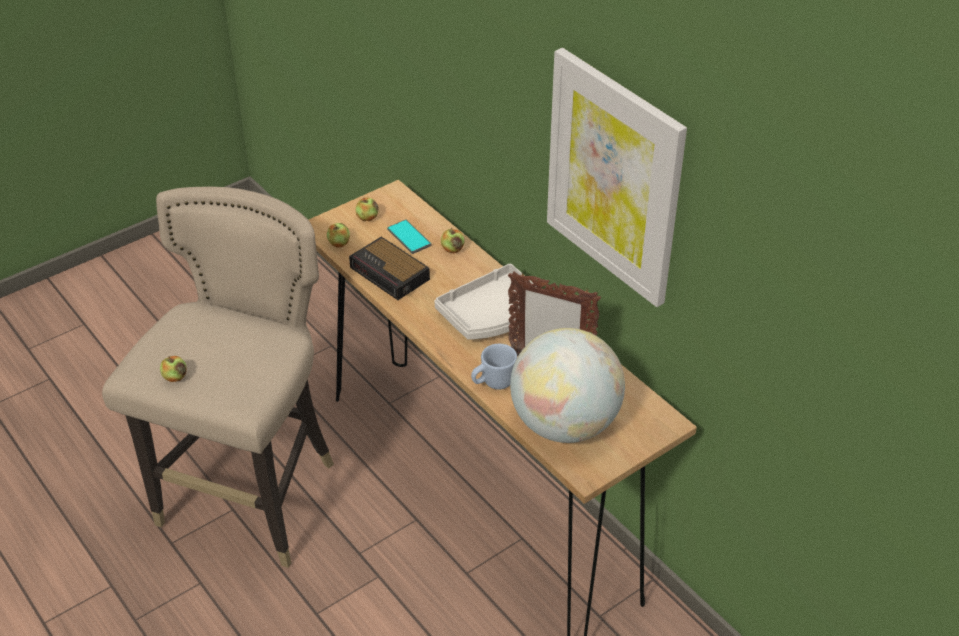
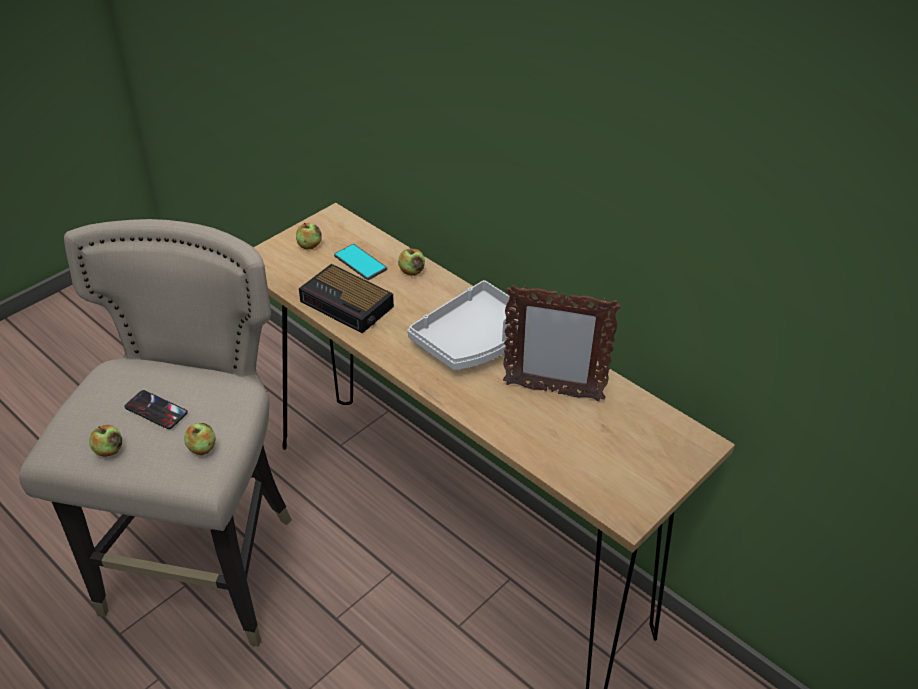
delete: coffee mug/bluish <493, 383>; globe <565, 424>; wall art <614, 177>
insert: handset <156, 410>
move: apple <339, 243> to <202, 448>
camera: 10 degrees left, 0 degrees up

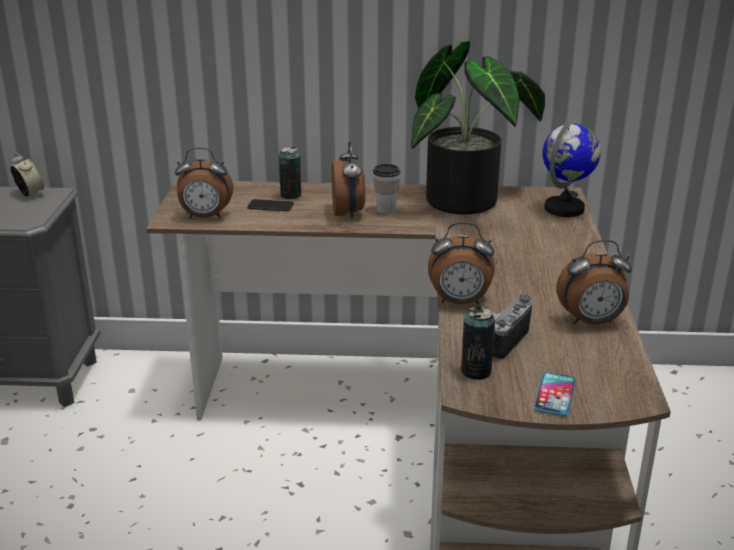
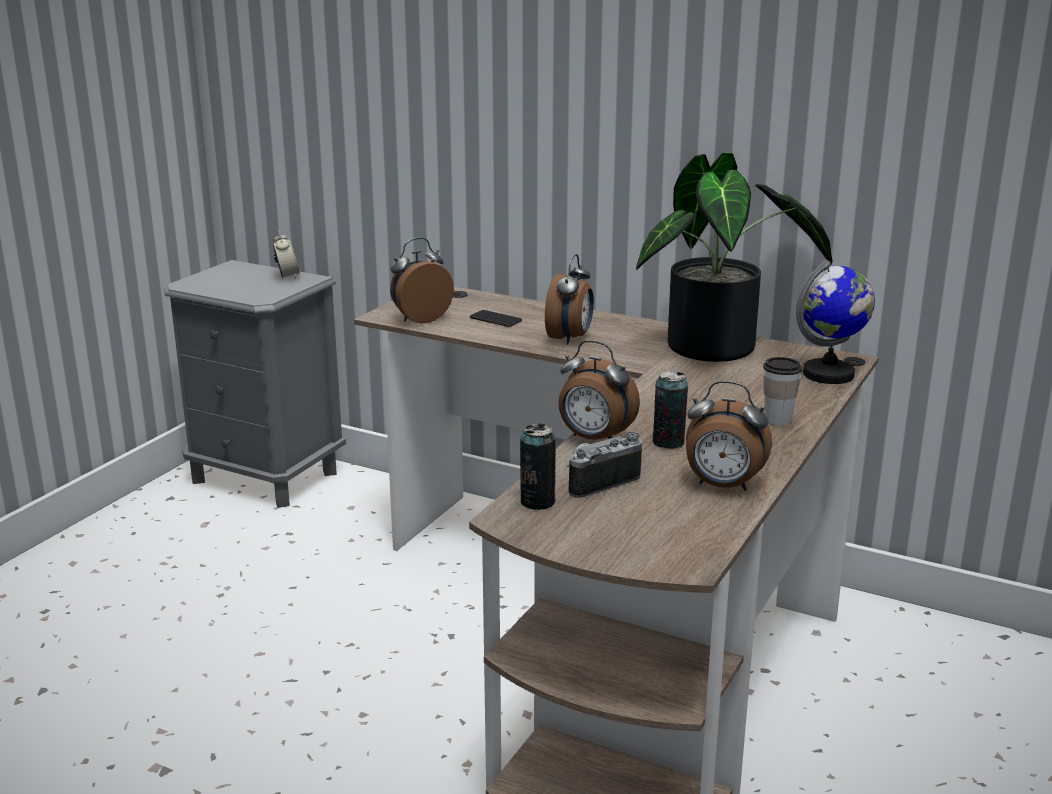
delete: handset <555, 395>
move: sealed can <290, 195> to <668, 442>; drinking cup <386, 209> to <777, 420>
rotate: bedside clock <205, 217> = <420, 319> 120 degrees clockwise
camera: 25 degrees right, 5 degrees down

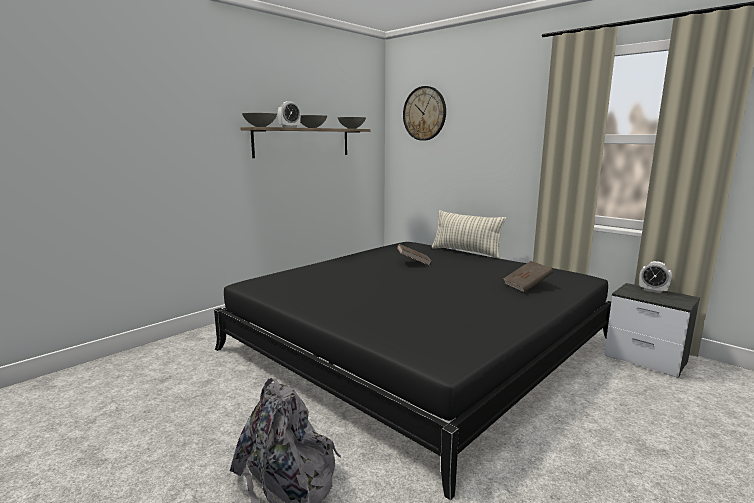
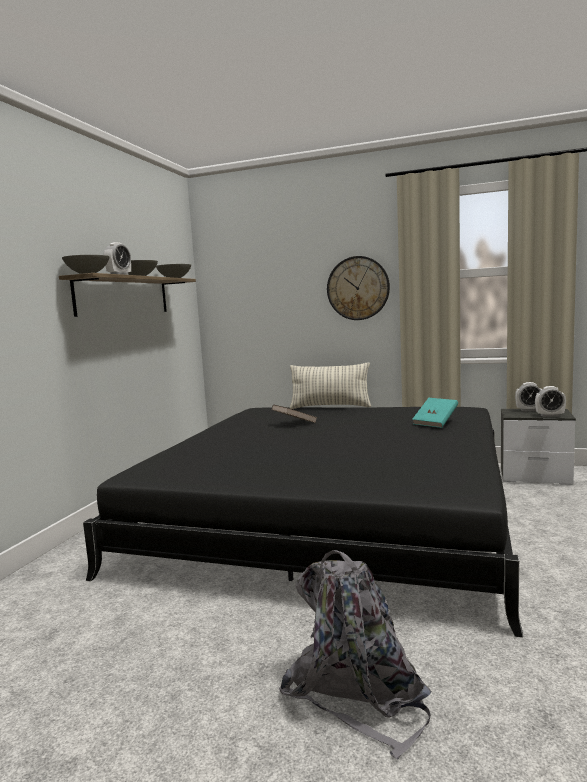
insert: bedside clock <550, 415>
move: wall clock <424, 113> to <358, 288>
recolor: book/brown <527, 286> to book/turquoise-coloured <435, 422>
camera: 25 degrees left, 5 degrees down

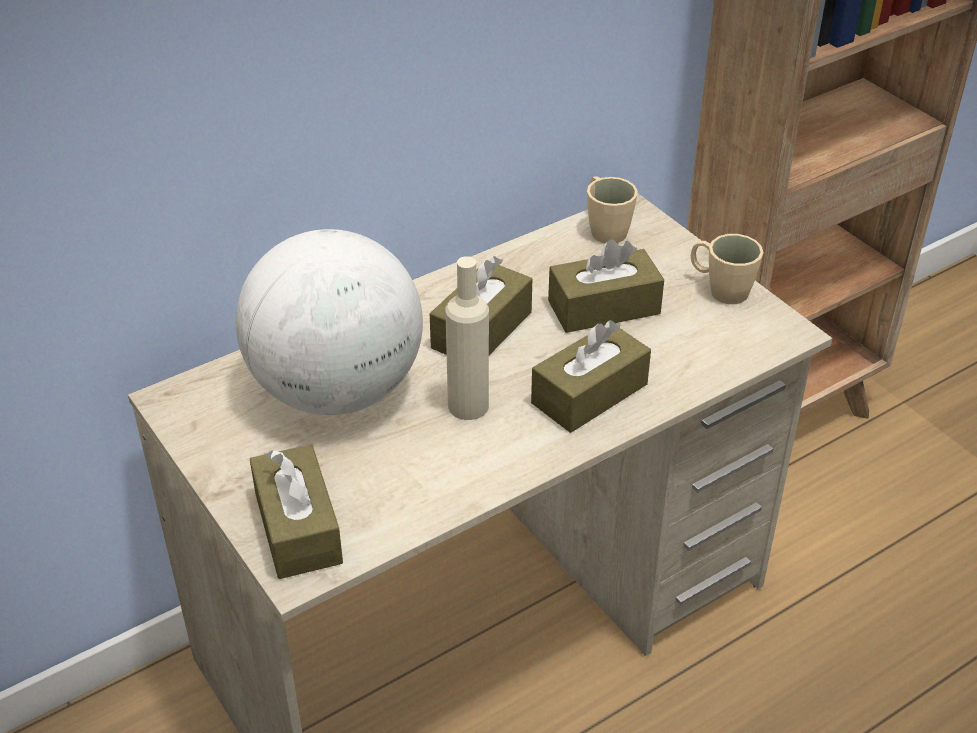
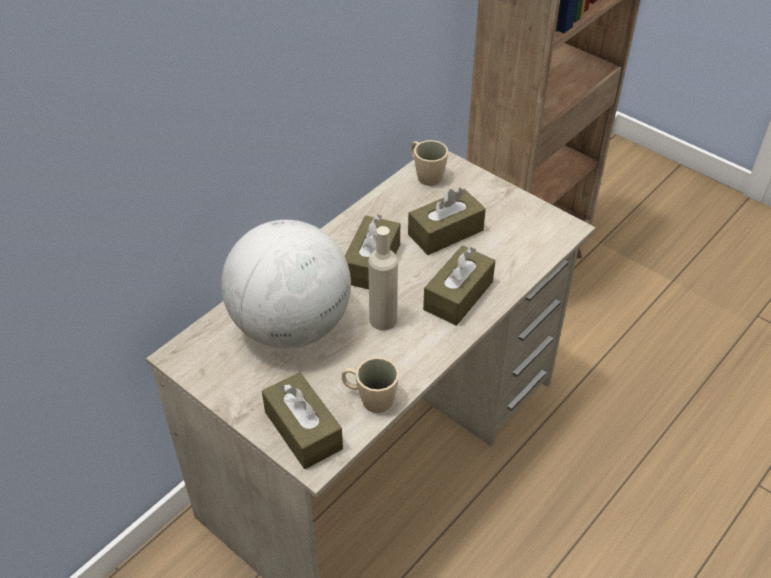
move: coffee mug/beige-coloured <720, 289> to <370, 398>
camera: 15 degrees left, 5 degrees up

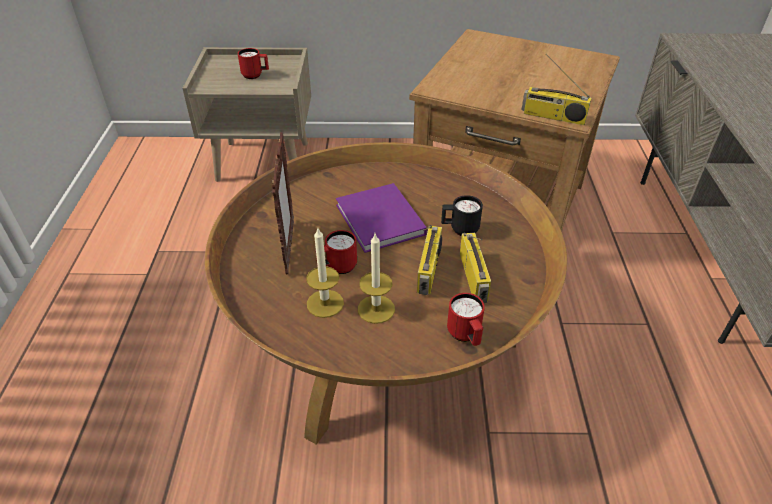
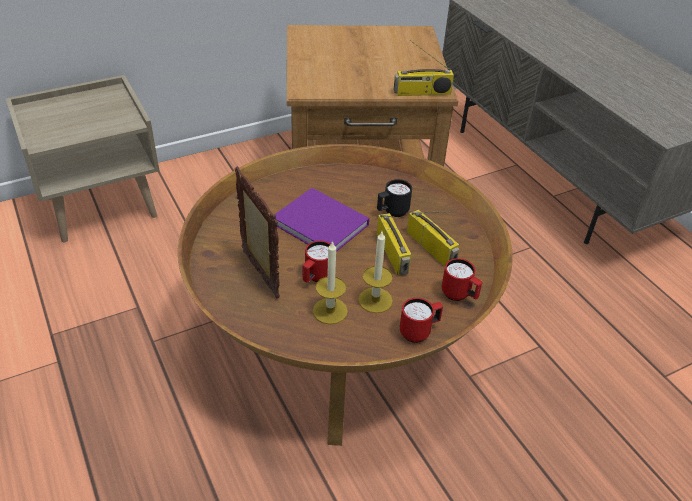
move: coffee mug/reddish <255, 75> to <419, 332>
camera: 30 degrees left, 0 degrees up

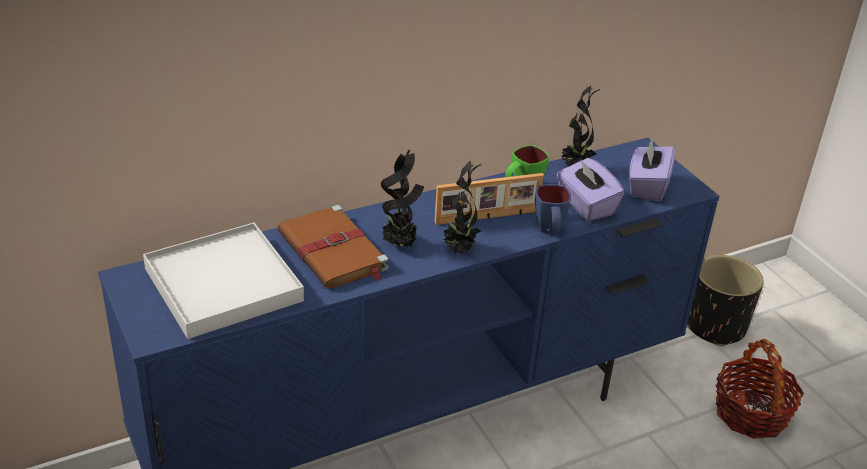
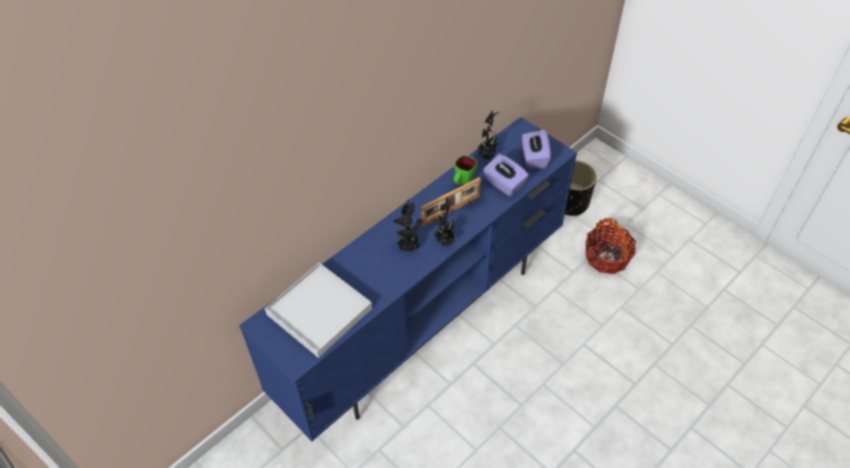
delete: book/brown <333, 252>; coffee mug/bluish <549, 232>
camera: 15 degrees left, 15 degrees up

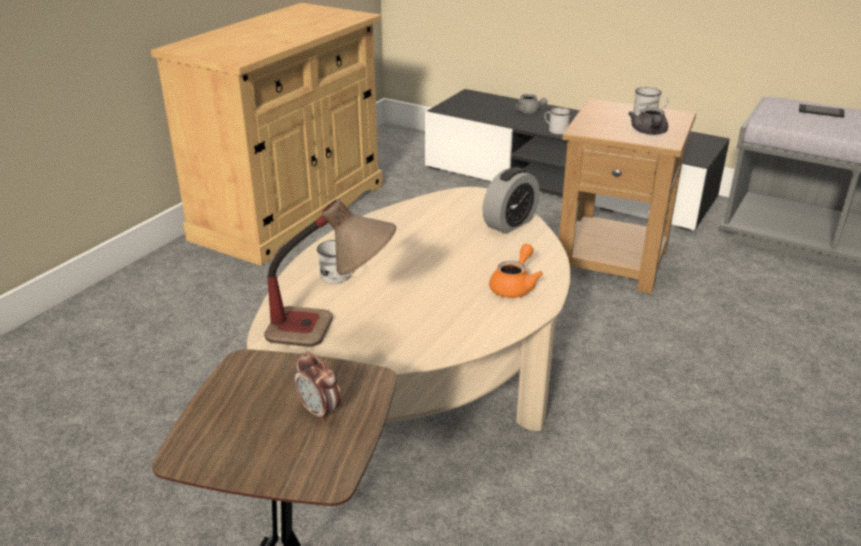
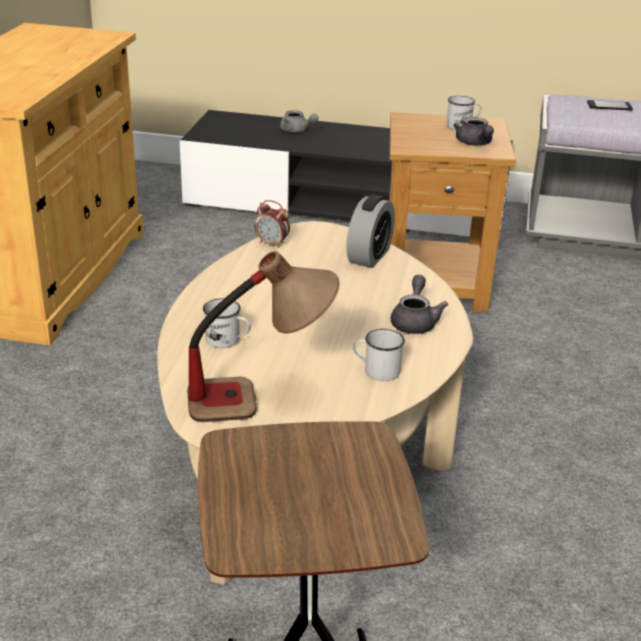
move: bedside clock <320, 412> to <272, 244>; coffee mug/white-coloured <555, 130> to <376, 370>
recolor: pot for tea/orange-coloured <514, 286> to pot for tea/gray <415, 321>
camera: 20 degrees left, 0 degrees up

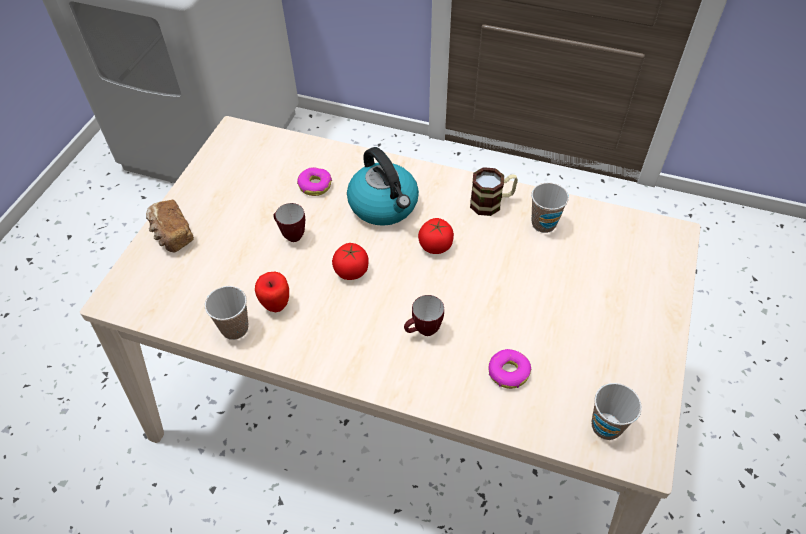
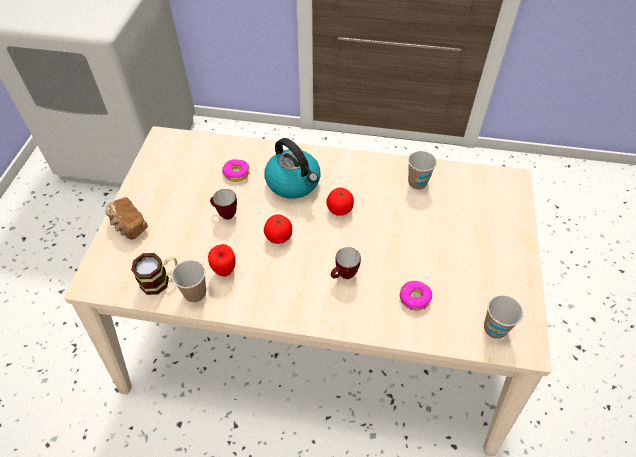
move: coffee mug <492, 202> to <161, 280>
camera: 10 degrees left, 0 degrees up

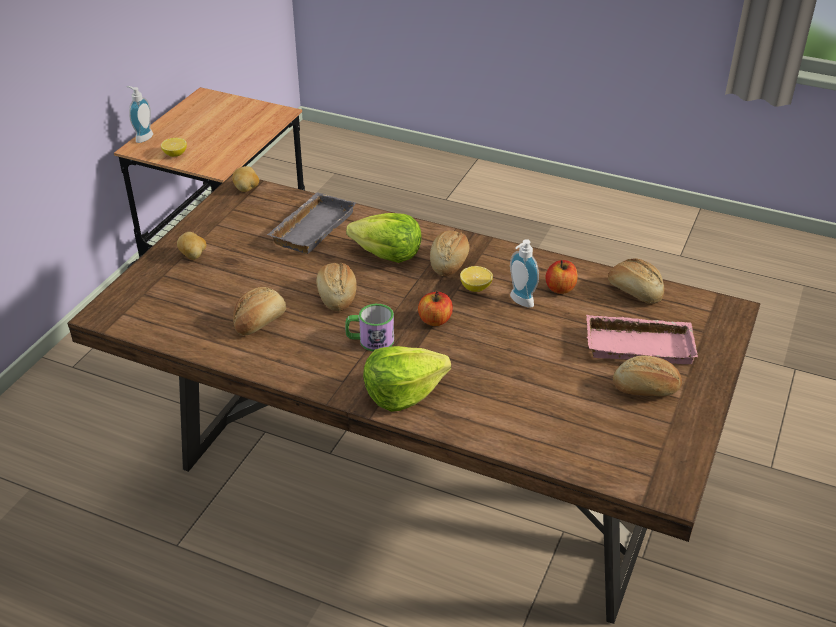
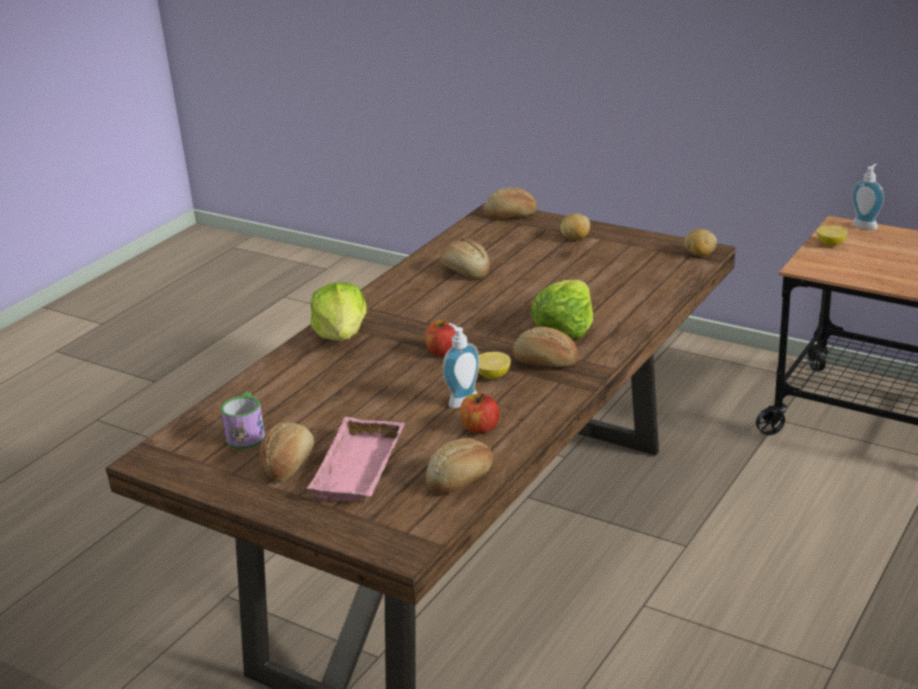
delete: tray/gray <311, 227>
move: coffee mug <370, 340> to <247, 434>; bread <337, 295> to <510, 216>
camera: 100 degrees right, 10 degrees down

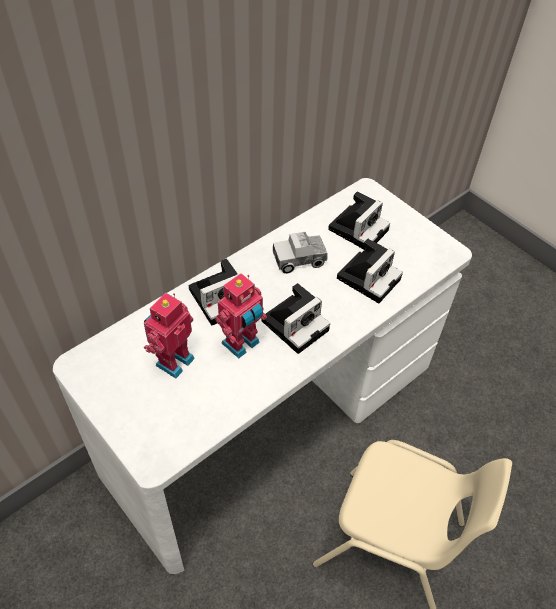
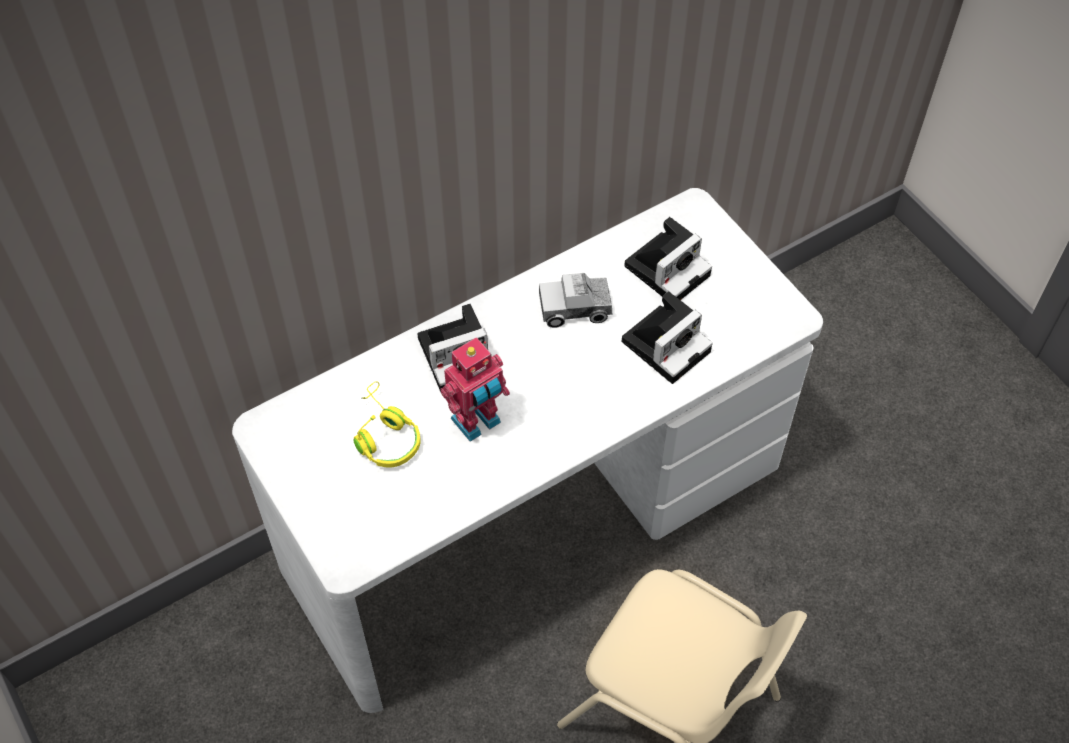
delete: still camera <296, 323>
replace: toy robot <173, 360> to headset/yellow <384, 435>
camera: 10 degrees right, 5 degrees up

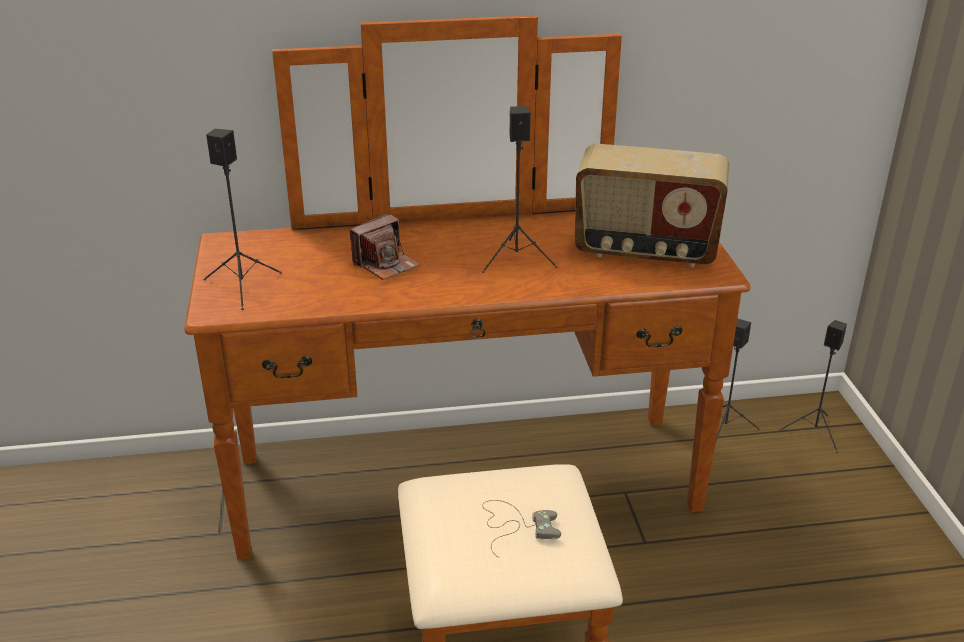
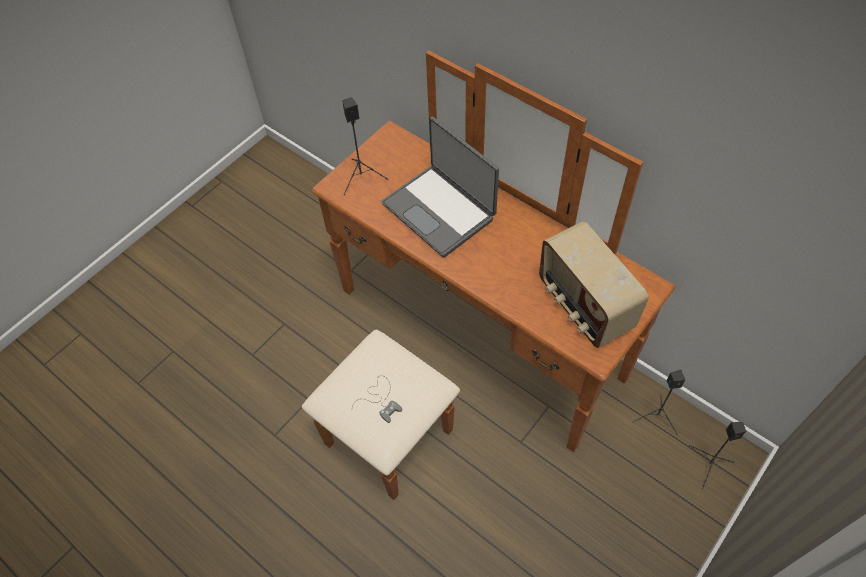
delete: audio speaker/black <517, 259>
replace: still camera <386, 264> to portable computer <440, 210>
camera: 50 degrees right, 25 degrees up

